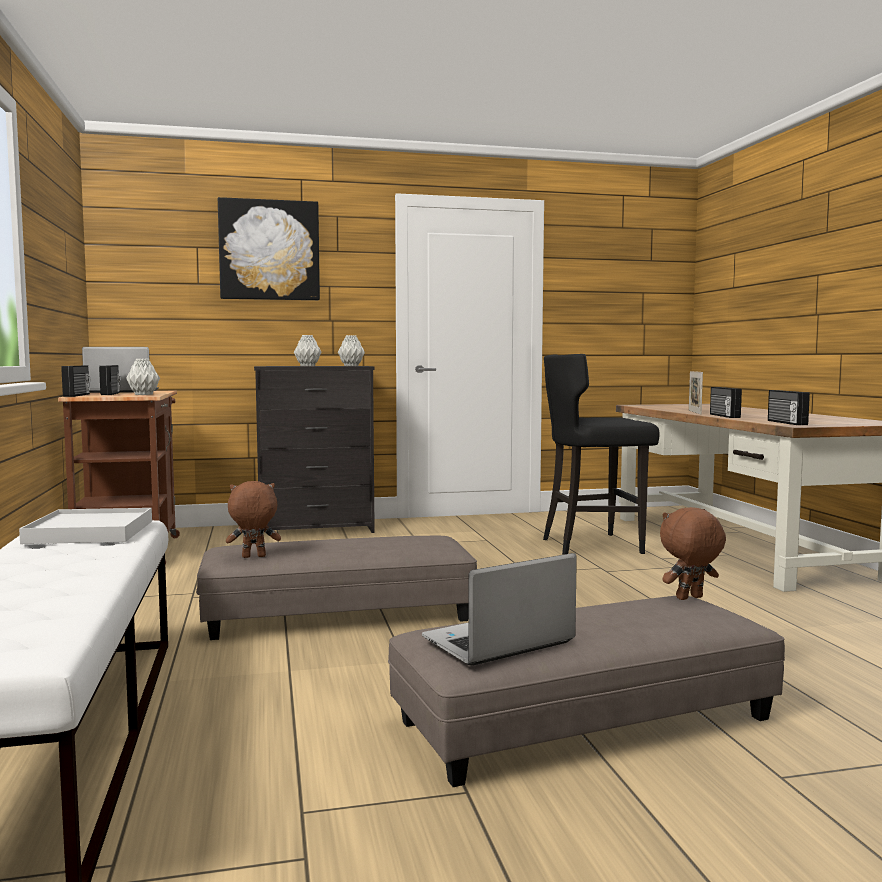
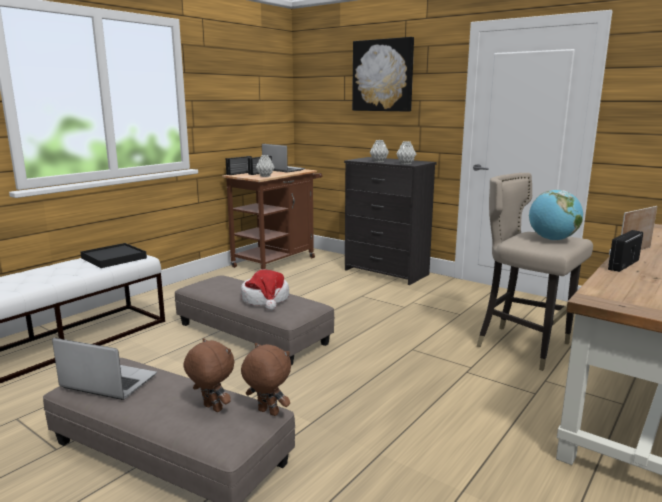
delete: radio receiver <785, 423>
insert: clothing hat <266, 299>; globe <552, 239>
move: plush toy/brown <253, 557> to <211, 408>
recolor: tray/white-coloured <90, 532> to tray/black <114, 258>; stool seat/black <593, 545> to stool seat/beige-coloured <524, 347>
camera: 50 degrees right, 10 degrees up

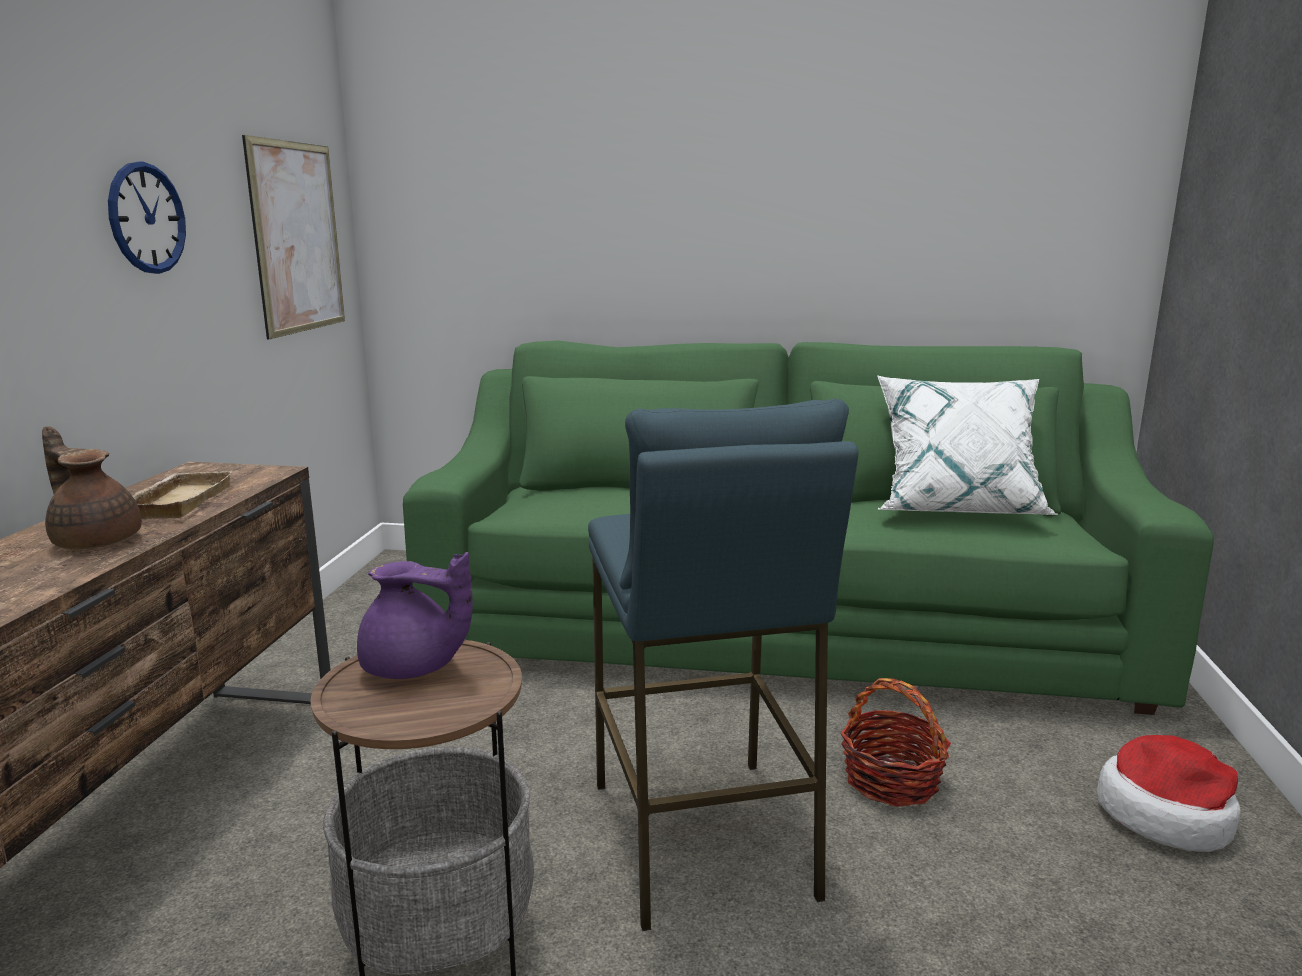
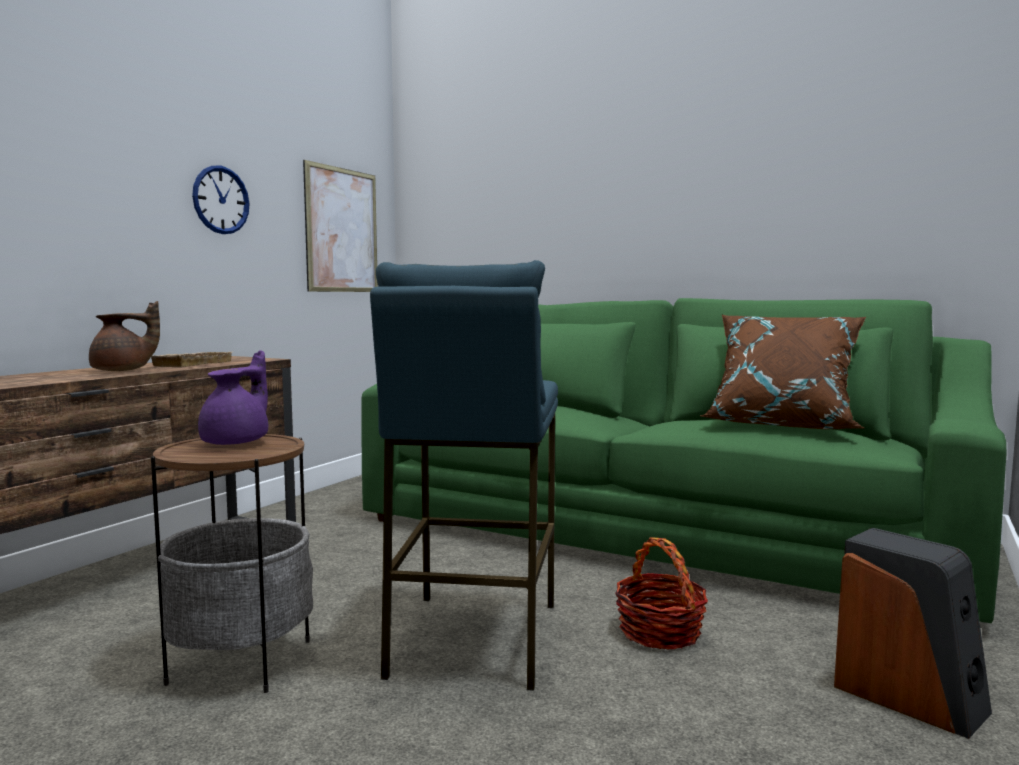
replace: clothing hat <1166, 815> to audio speaker <909, 697>
recolor: pillow/white-coloured <956, 507> to pillow/brown <782, 424>
rotate: pot for tea/brown <96, 540> = <123, 370> 105 degrees clockwise; pot for tea/purple-coloured <413, 668> = <238, 442> 105 degrees counterclockwise
camera: 20 degrees right, 10 degrees down

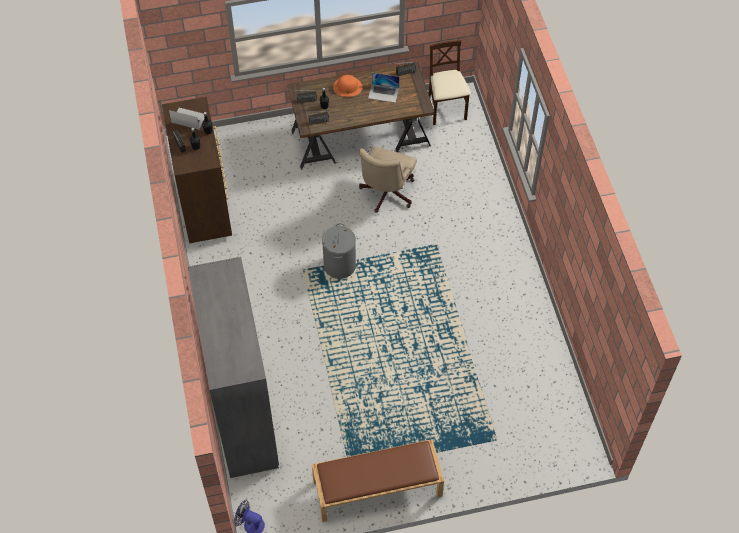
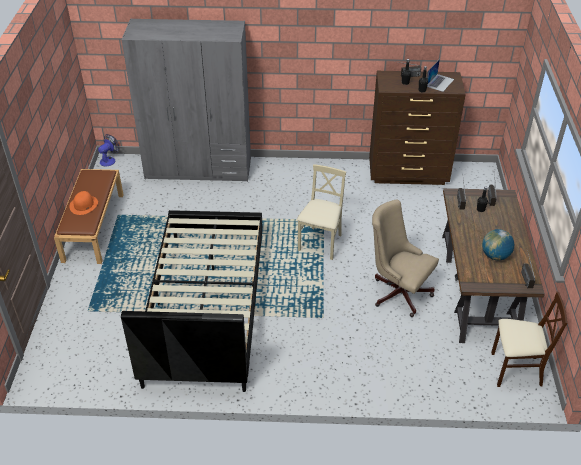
insert: sleeping bed/black <206, 306>
move: clothing hat/orange-coloured <347, 87> to <84, 205>
replace: hamper/gray <339, 265> to upright chair/beige-coloured <320, 243>; portable computer <383, 93> to globe <495, 256>
camera: 105 degrees right, 15 degrees down

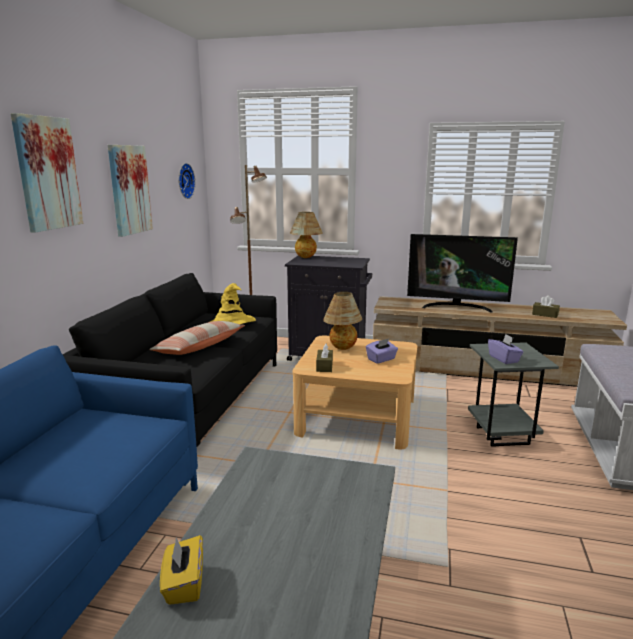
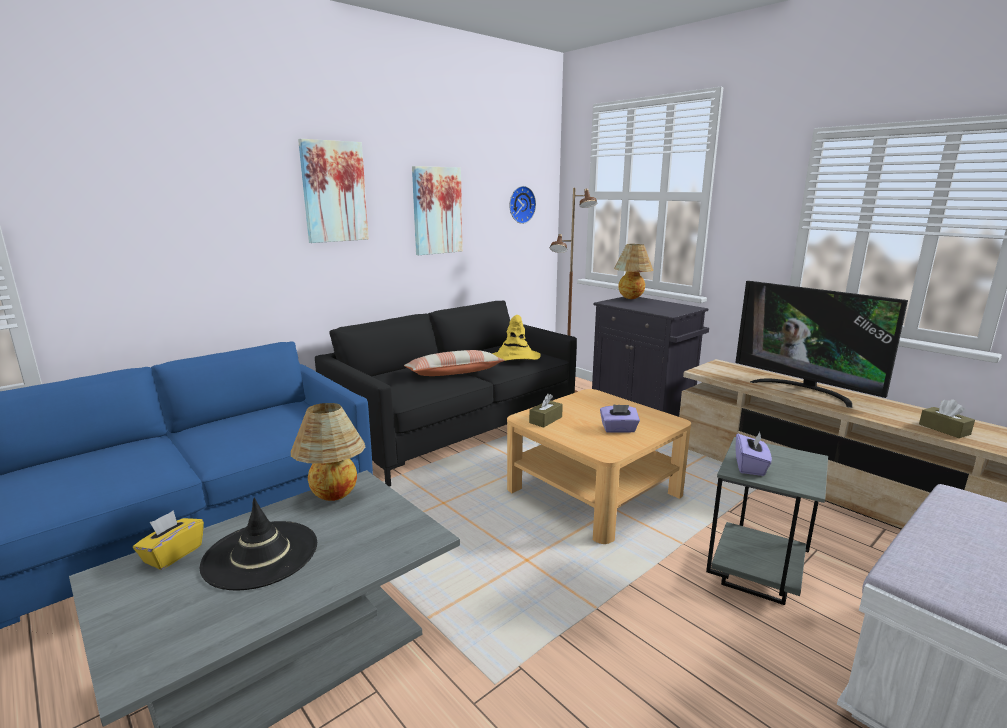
insert: clothing hat/black <261, 554>
move: tabletop lamp <342, 349> to <333, 497>
camera: 35 degrees right, 0 degrees up

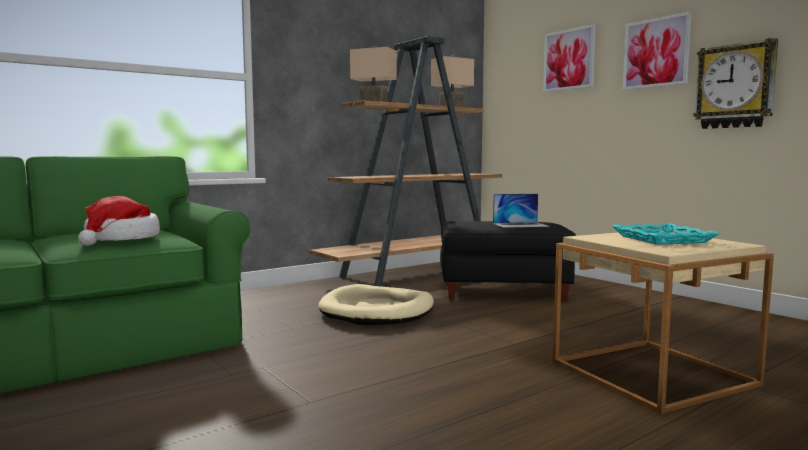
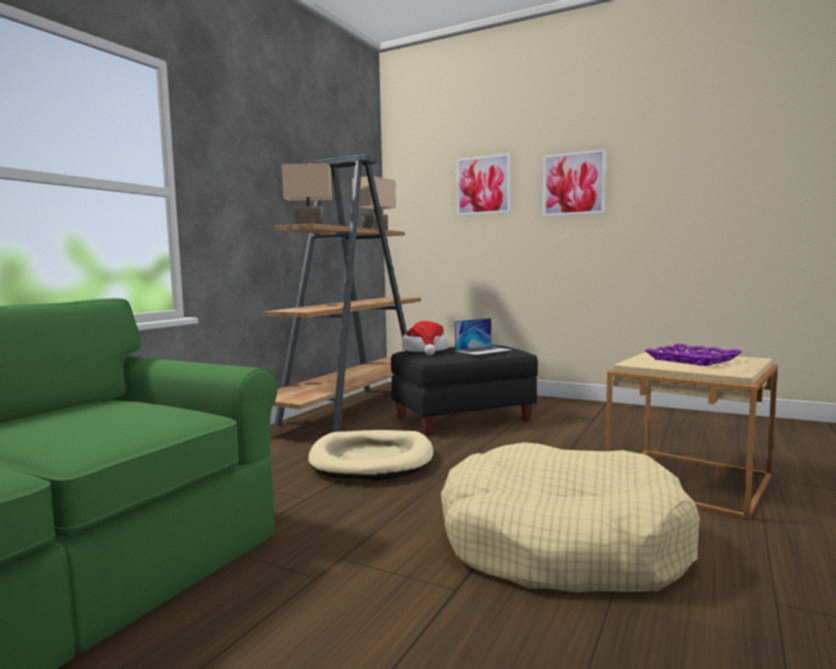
delete: wall clock <735, 86>
insert: dog bed/beige-coloured <561, 544>
move: clothing hat <121, 239> to <425, 350>
recolor: tray/turquoise-coloured <663, 239> to tray/purple-coloured <693, 359>
camera: 25 degrees left, 0 degrees up

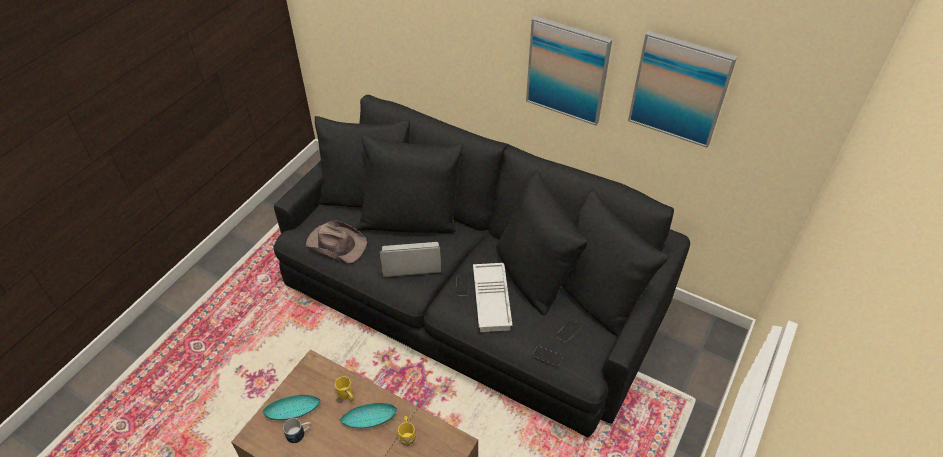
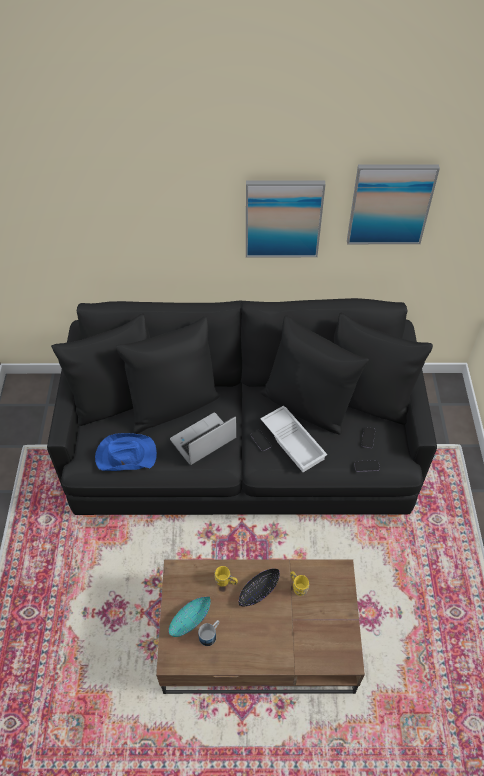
recolor: clothing hat/brown <336, 243> to clothing hat/bluish <125, 455>; serving bowl/turquoise-coloured <369, 419> to serving bowl/black <258, 591>
camera: 30 degrees left, 5 degrees up

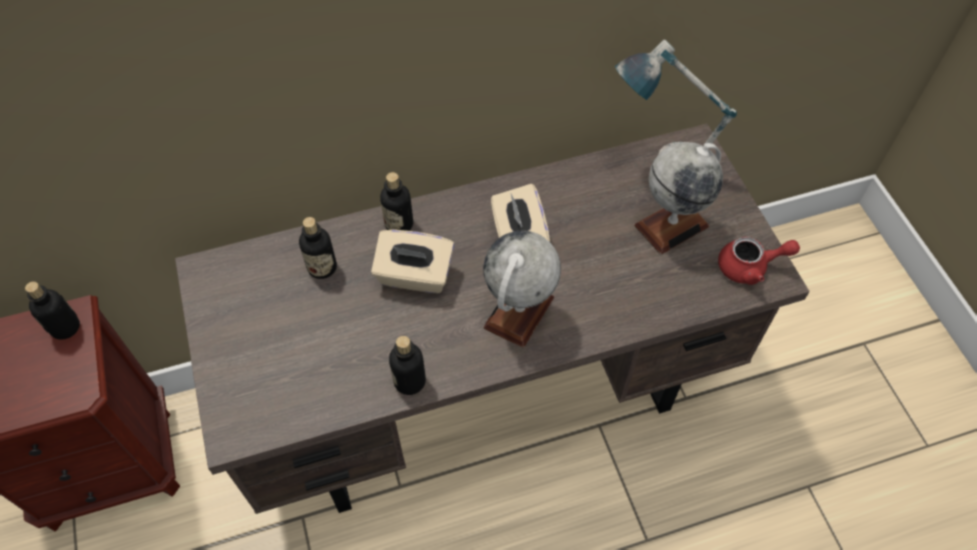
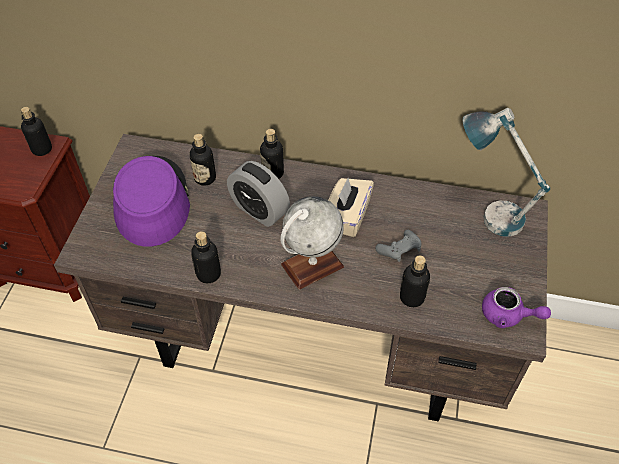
delete: globe <671, 225>
insert: clothing hat/purple-coloured <151, 201>; game controller/gray <399, 251>; drink bottle <412, 297>
replace: tissue holder/beige-coloured <414, 276> to bedside clock <259, 210>
recolor: pot for tea/reddish <749, 267> to pot for tea/purple-coloured <508, 315>
camera: 30 degrees right, 5 degrees down

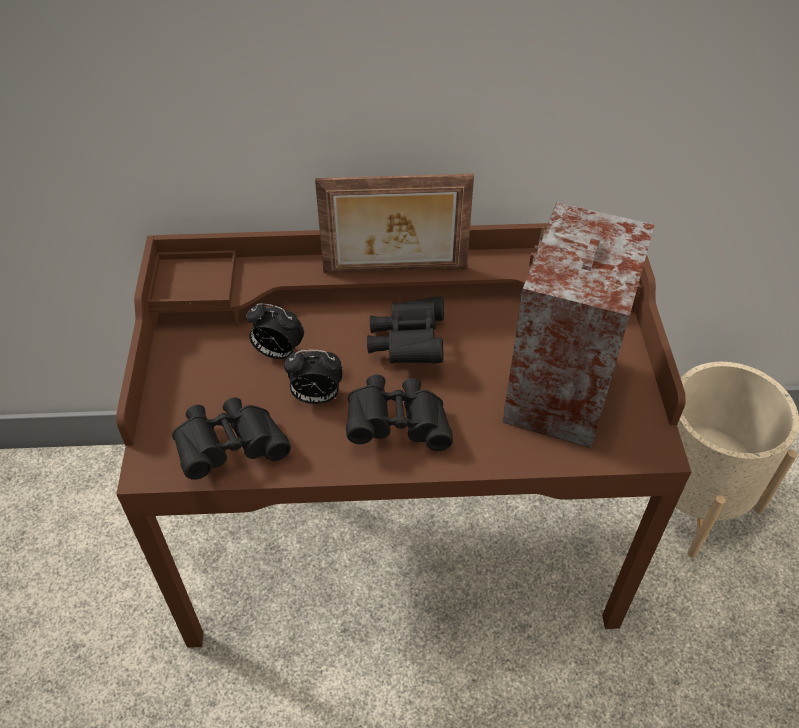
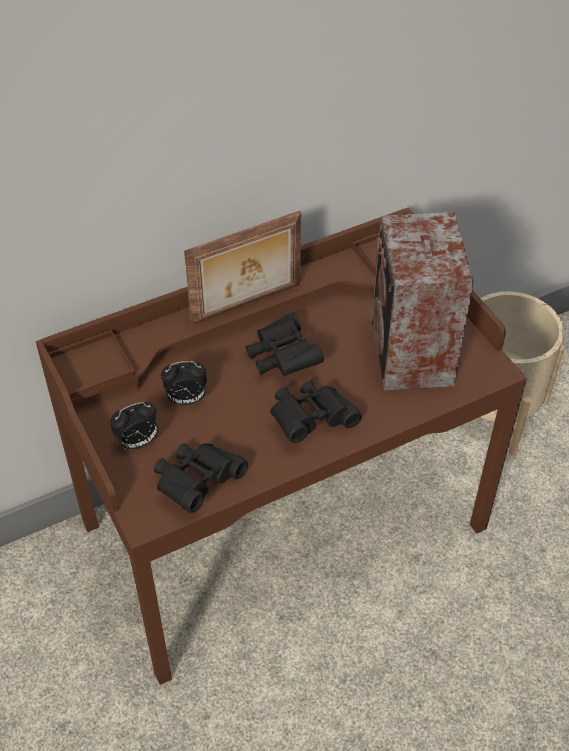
move: bedside clock <316, 397> to <138, 442>
camera: 25 degrees left, 0 degrees up

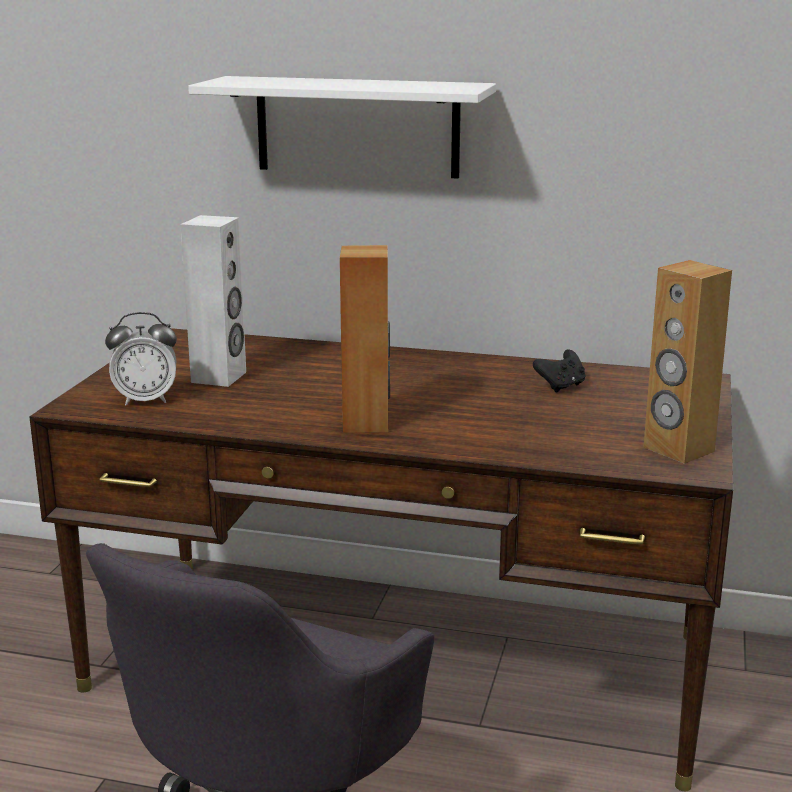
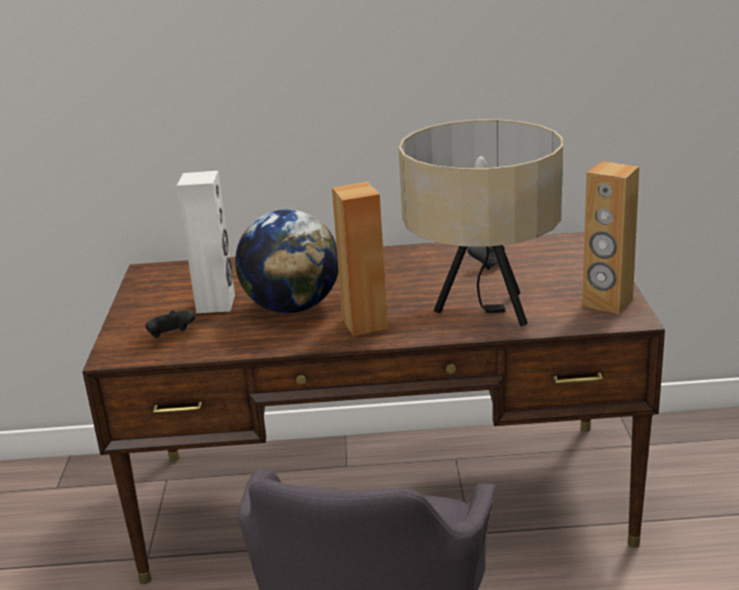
delete: bracket shelf/white-coloured <357, 127>
insert: globe <292, 307>; tabletop lamp/beige-coloured <482, 311>
replace: bedside clock <146, 400> to game controller/black <171, 337>
camera: 15 degrees left, 5 degrees up

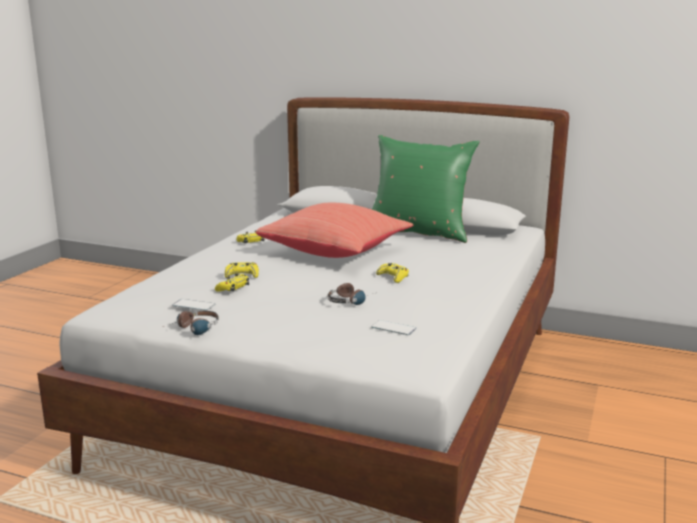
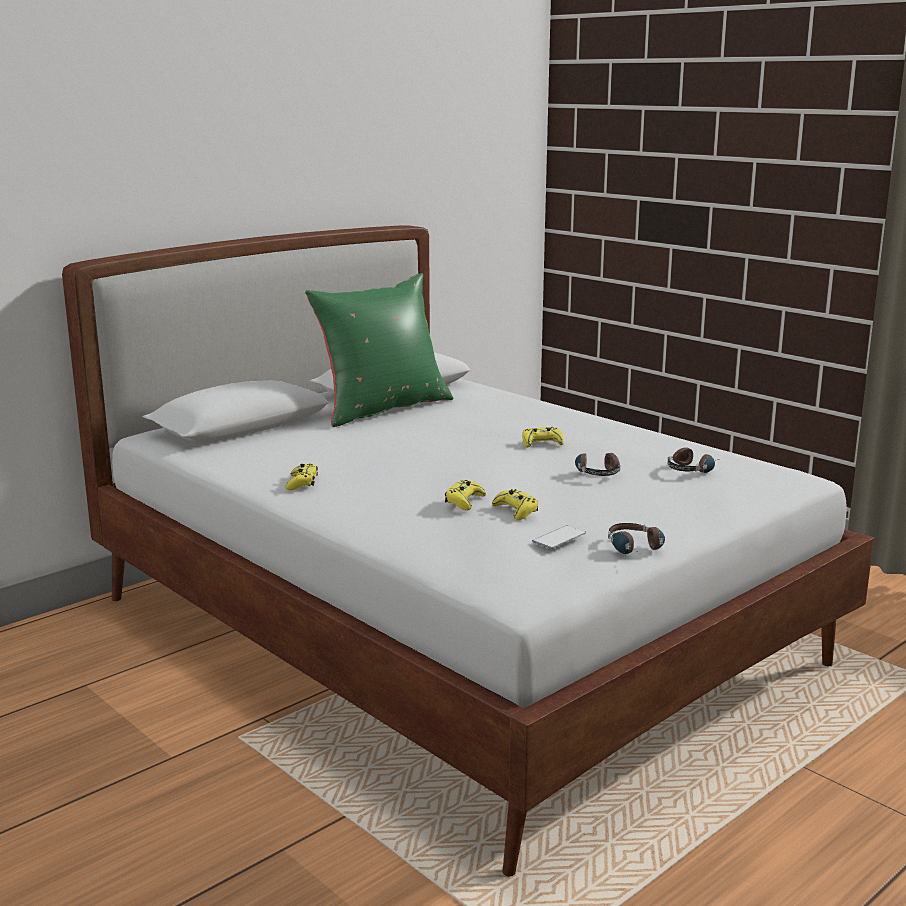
delete: pillow/reddish <336, 252>
replace: handset <393, 328> to headset <693, 468>
camera: 65 degrees left, 0 degrees up

